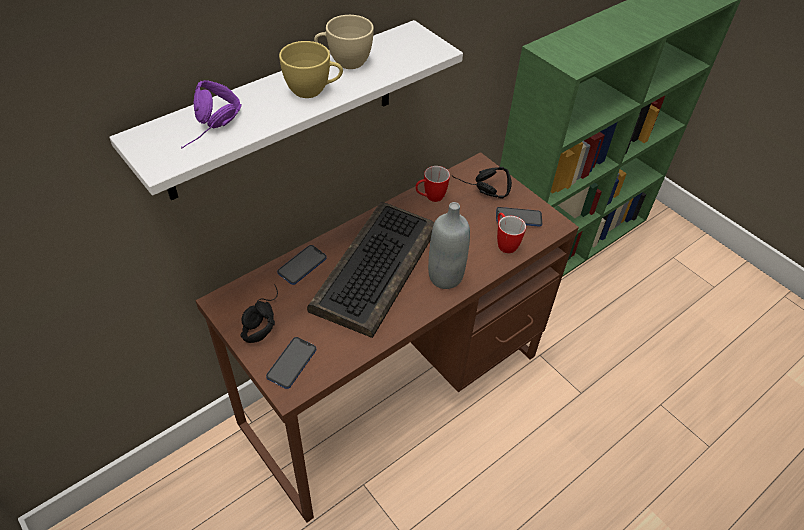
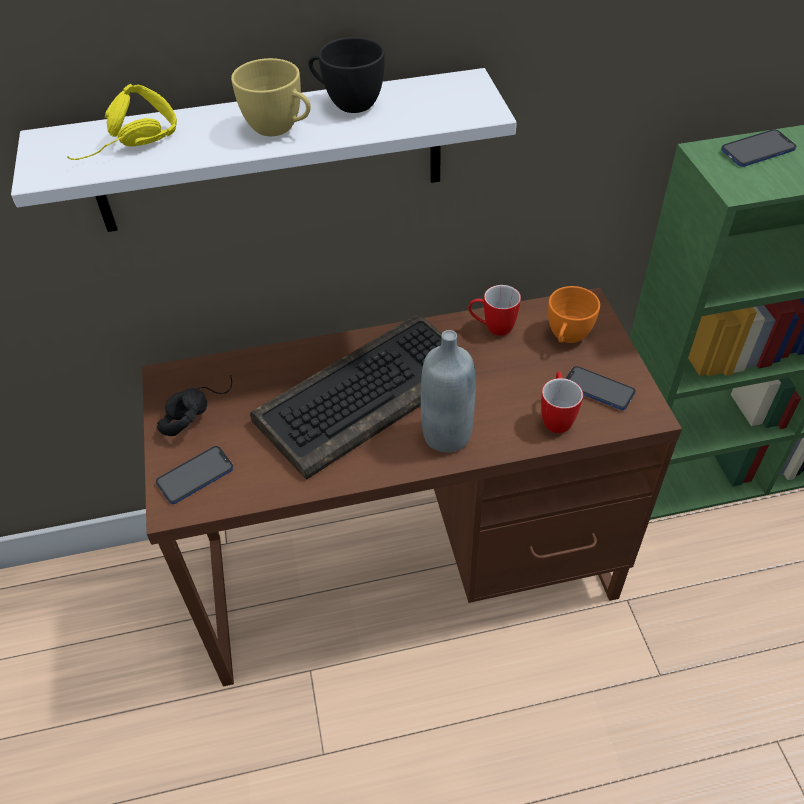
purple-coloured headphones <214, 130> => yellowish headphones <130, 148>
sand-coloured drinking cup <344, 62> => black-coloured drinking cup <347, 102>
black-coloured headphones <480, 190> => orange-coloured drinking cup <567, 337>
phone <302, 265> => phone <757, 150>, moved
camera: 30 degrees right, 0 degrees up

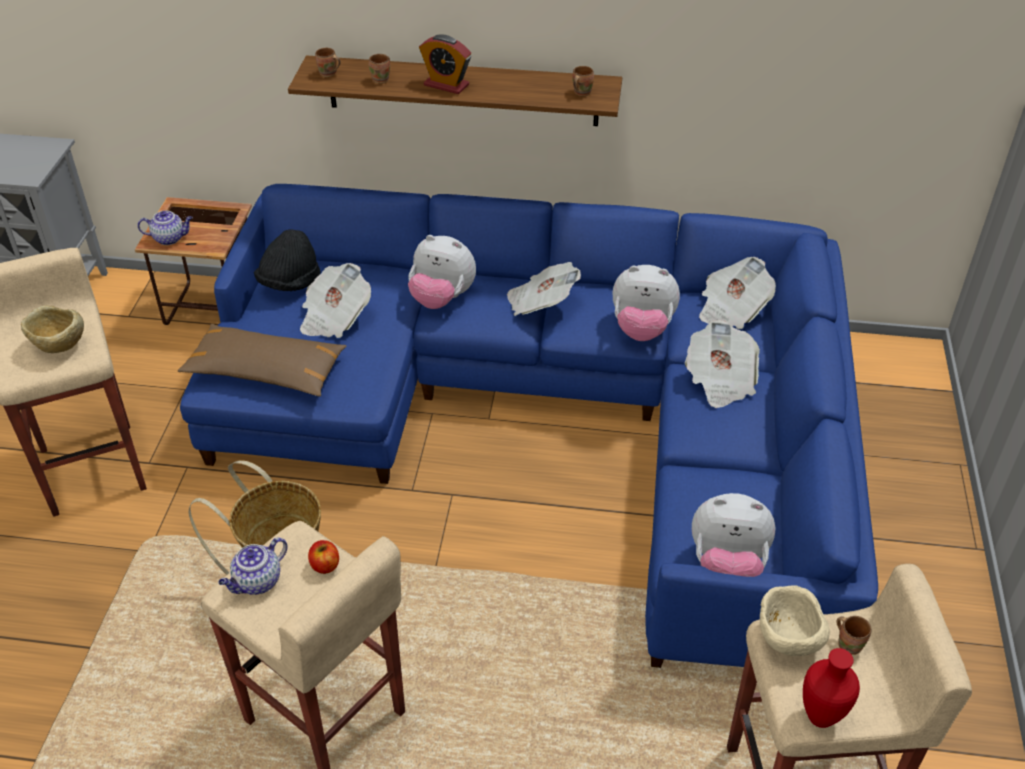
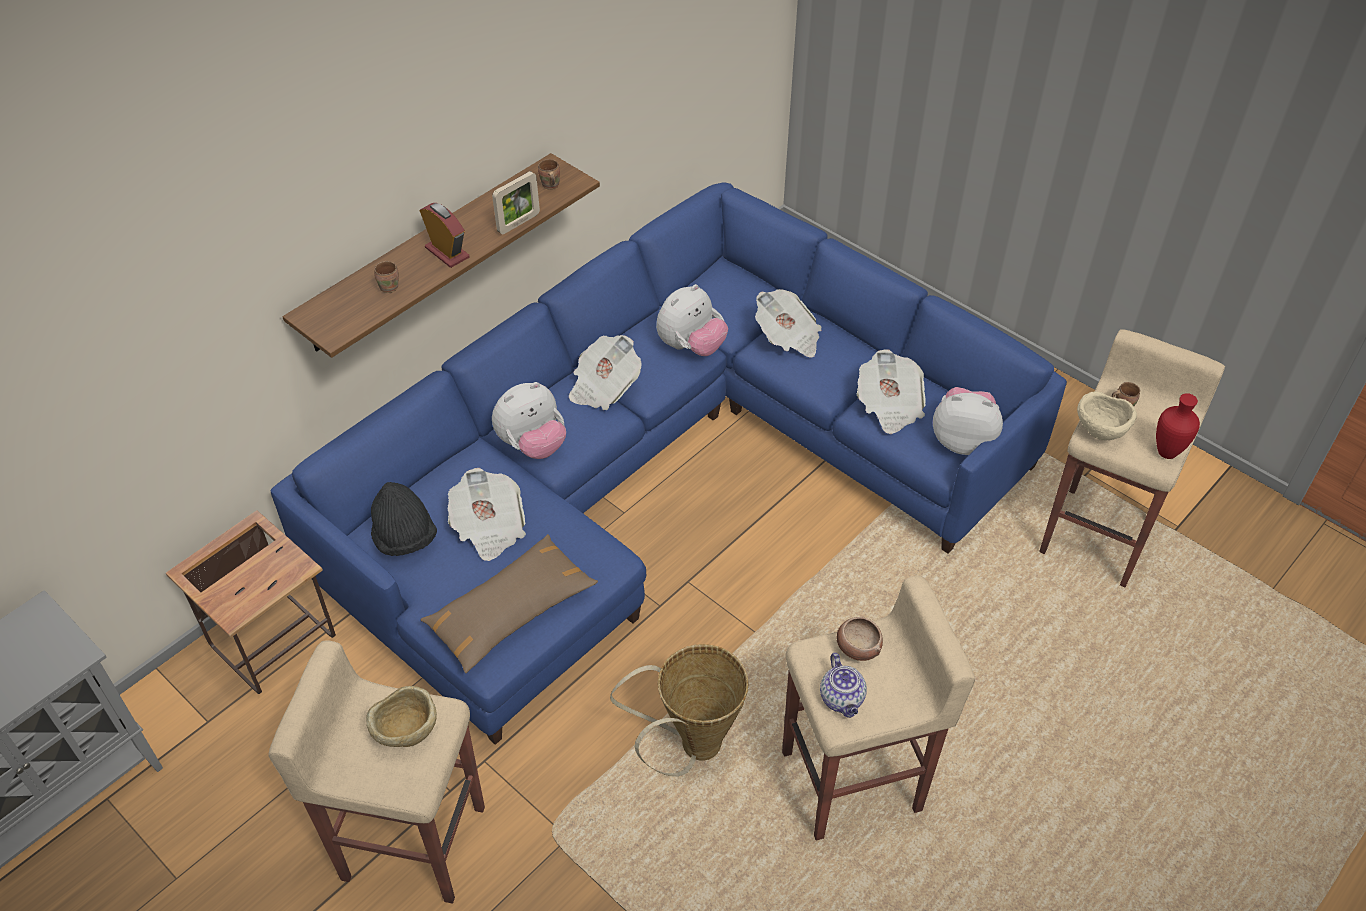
table clock <446, 85> => table clock <447, 253>, 105 degrees counterclockwise
nothing => standing frame <518, 223>
apple <325, 565> => bowl <857, 647>
printed paper <731, 309> => printed paper <889, 406>, moved
plush toy <727, 566> => plush toy <962, 440>, 120 degrees counterclockwise
pot for tea <170, 238> => nothing
brownish tea mug <328, 74> => nothing
camera: 55 degrees left, 5 degrees up

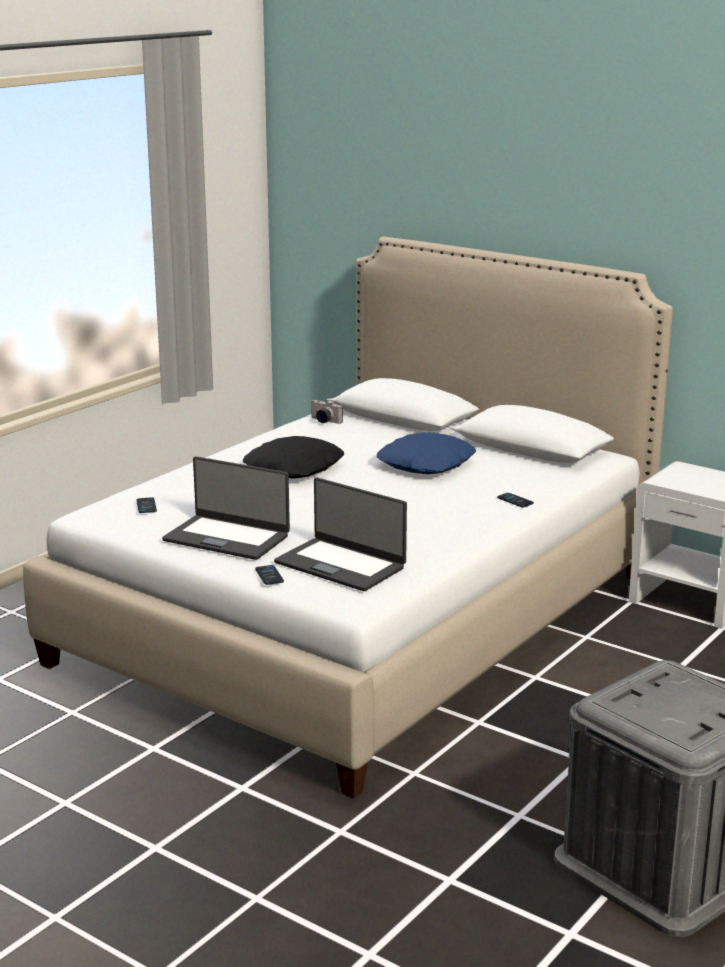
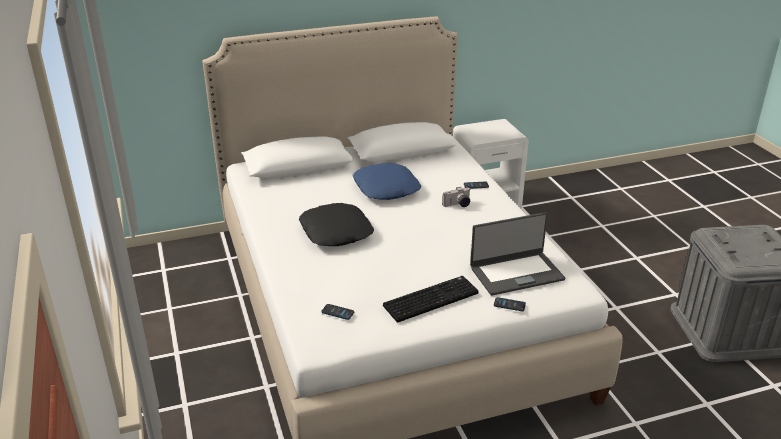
notebook computer <227, 537> => keyboard <431, 299>
photo camera <323, 421> => photo camera <457, 205>, moved
camera: 55 degrees left, 10 degrees up

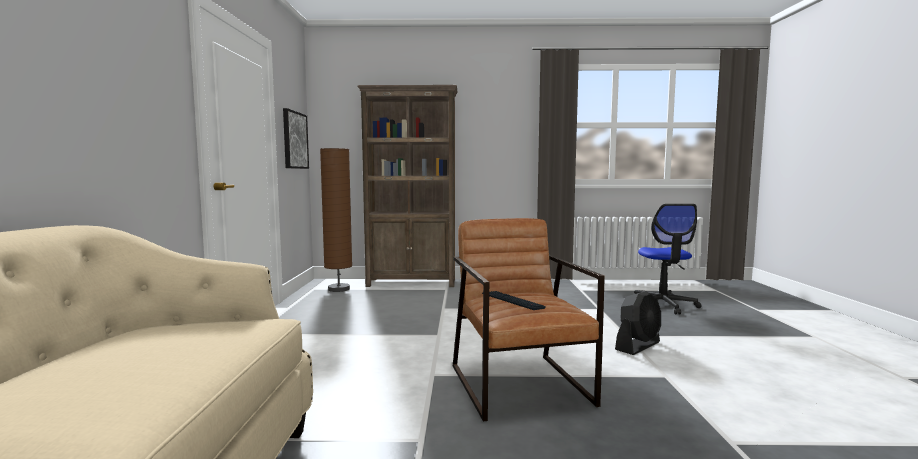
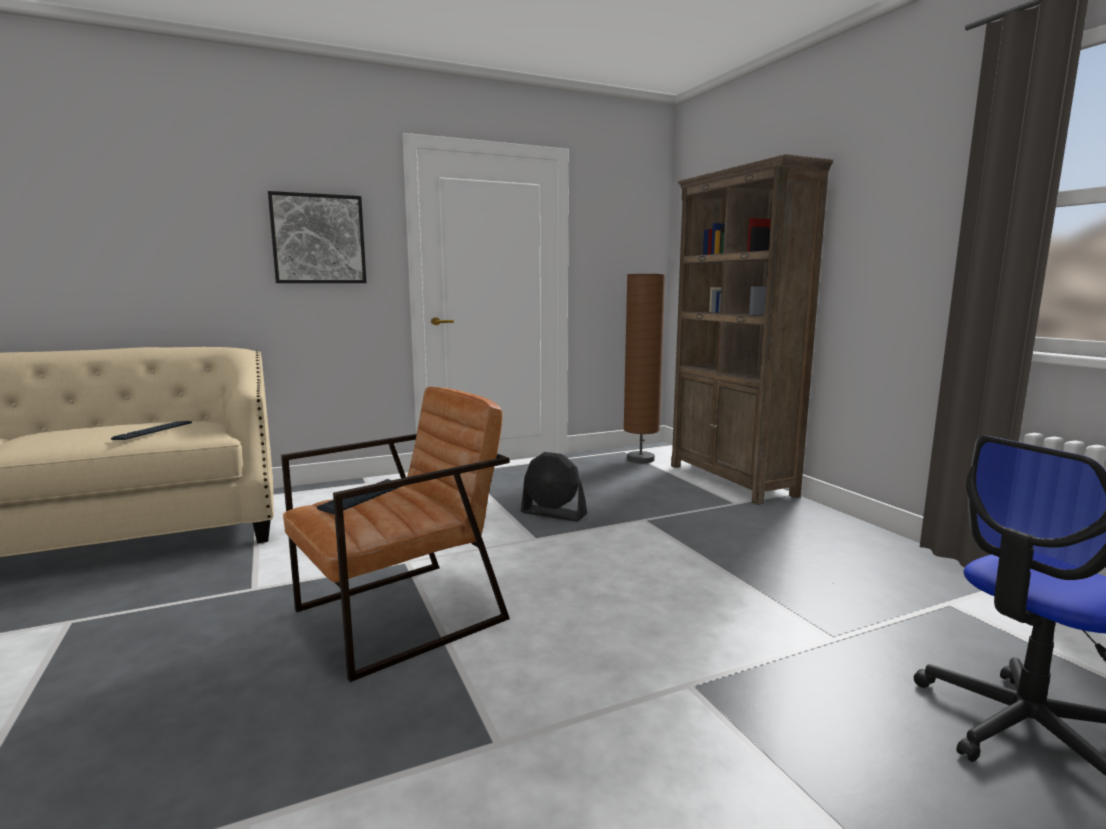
nothing => keyboard <153, 431>
picture <294, 140> => picture <318, 239>, moved
black-coloured fan <638, 346> => black-coloured fan <553, 513>, moved
camera: 65 degrees right, 5 degrees up

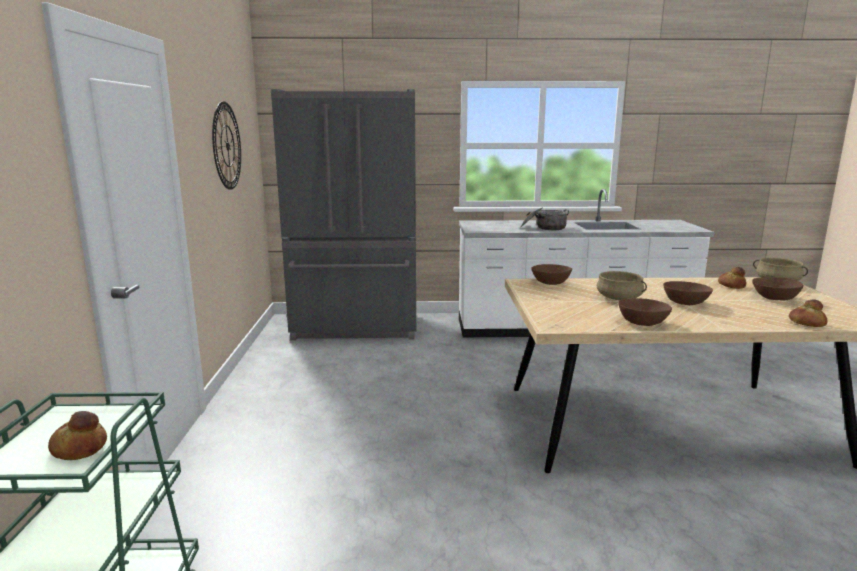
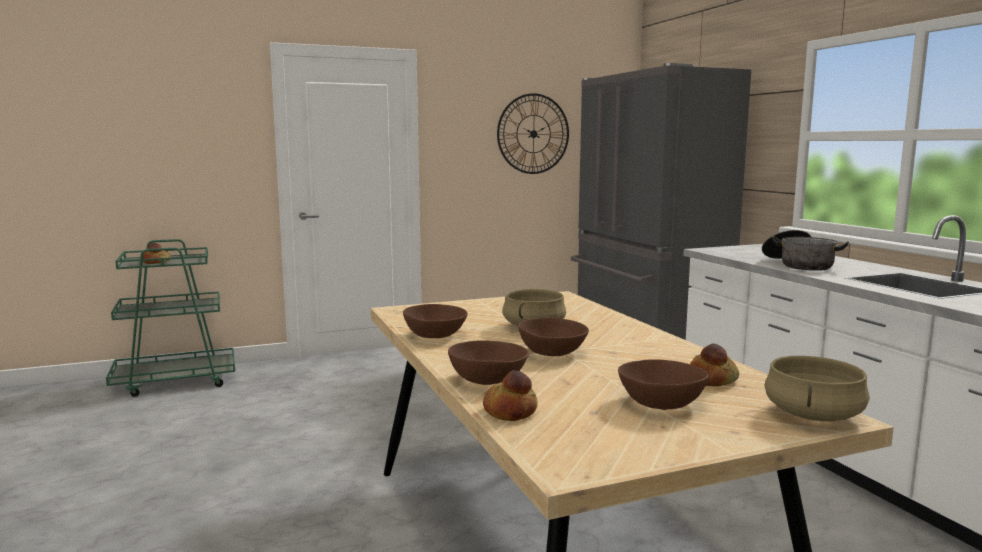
brownish bowl <550, 283> => brownish bowl <488, 379>, moved
camera: 70 degrees right, 5 degrees down

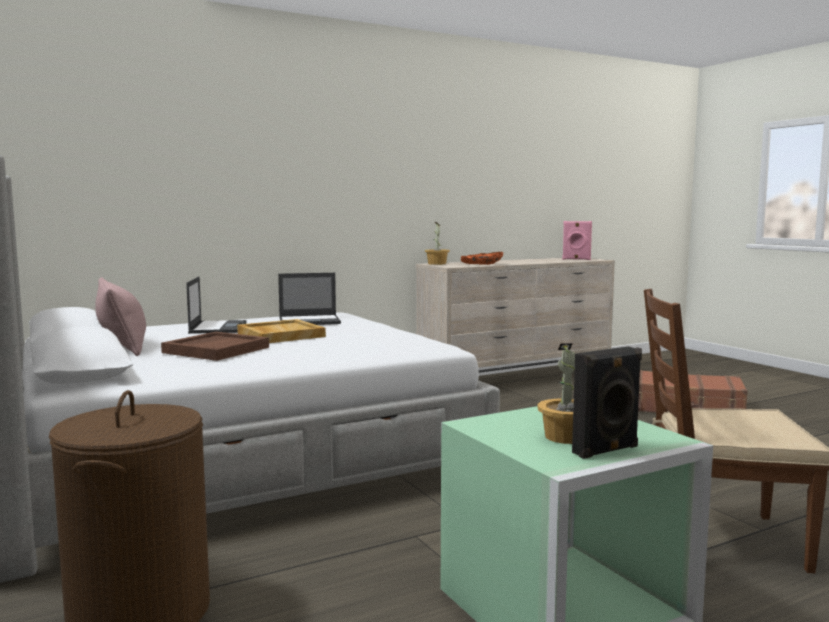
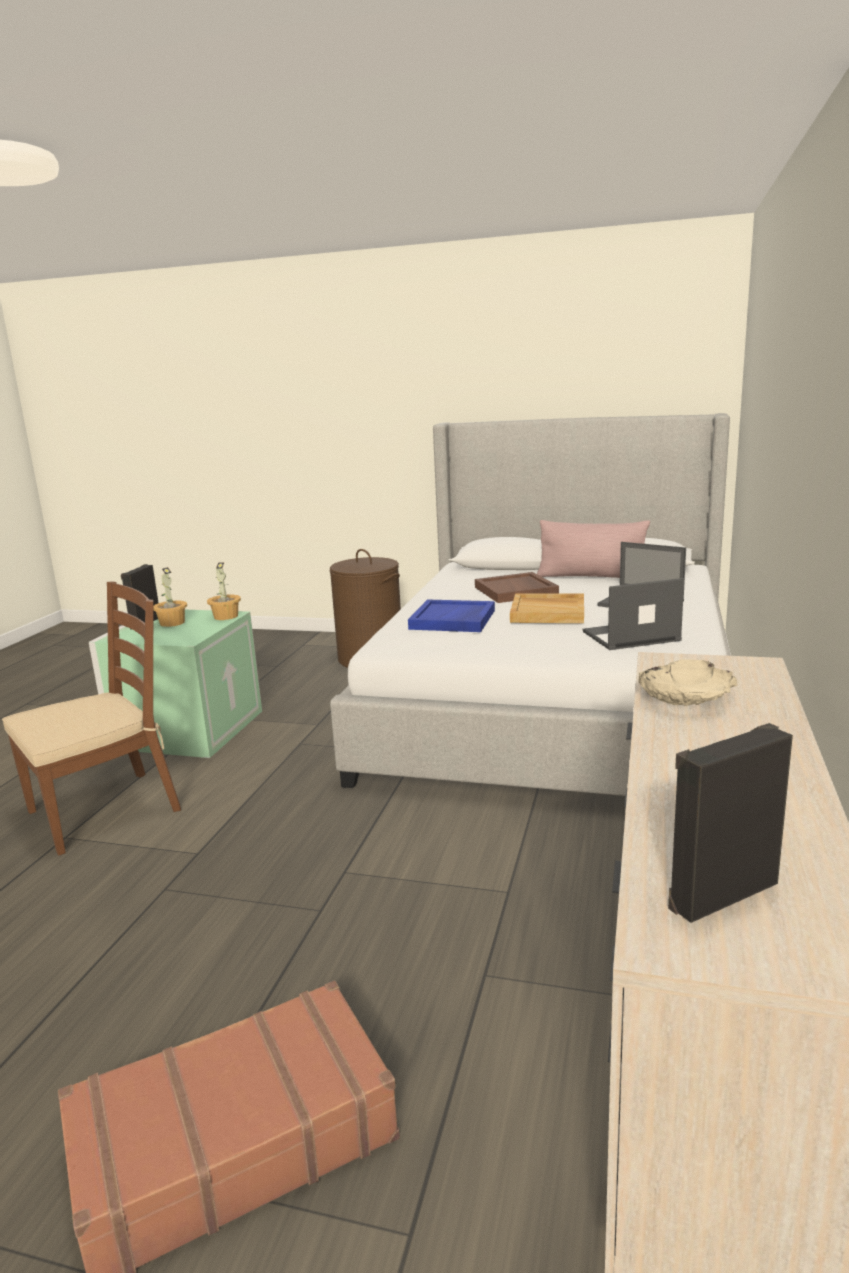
houseplant <436, 264> => houseplant <226, 616>, moved
nothing => blue serving tray <453, 620>
notebook computer <310, 321> => notebook computer <630, 636>, 45 degrees clockwise
orange-coloured bowl <482, 264> => sand-coloured bowl <686, 698>
pink-coloured audio speaker <576, 259> => black-coloured audio speaker <720, 893>
camera: 135 degrees right, 10 degrees up

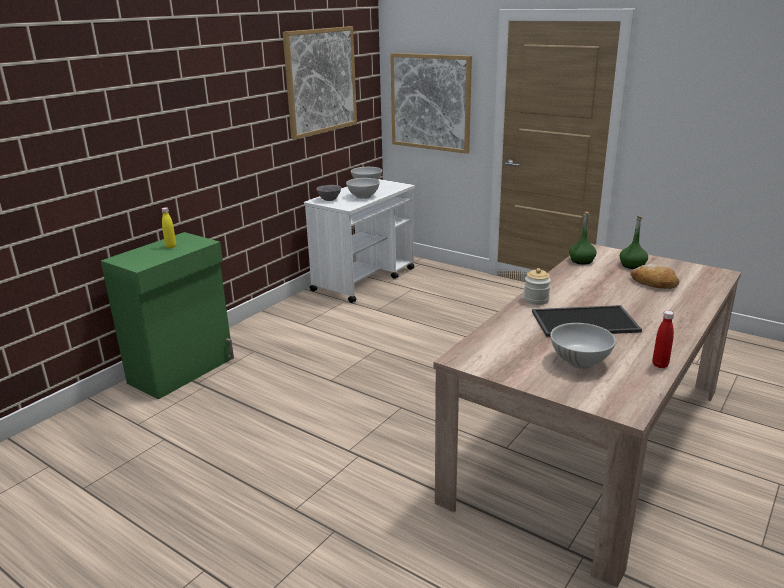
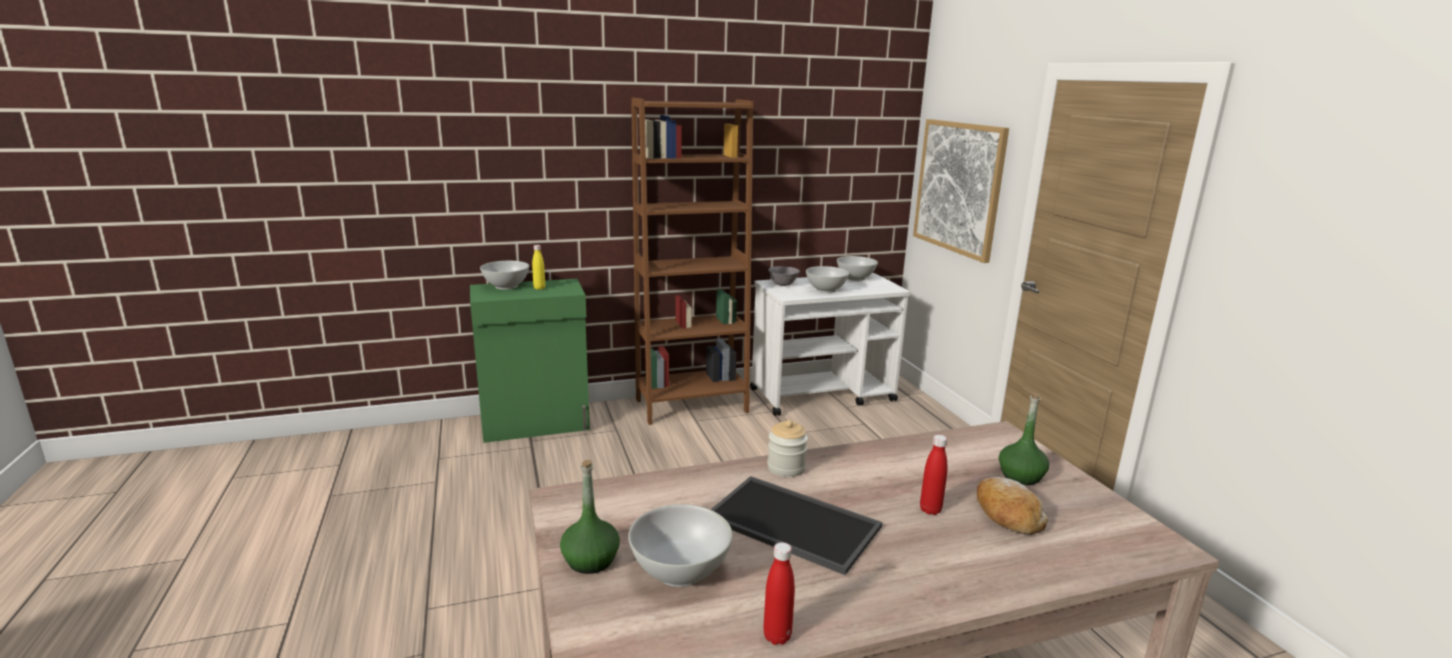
nothing => whitish bowl <506, 286>
greenish drink bottle <581, 261> => greenish drink bottle <590, 560>, moved
nothing => brownish shelving unit <691, 406>
nothing => reddish drink bottle <930, 510>
picture <321, 81> => nothing
camera: 35 degrees right, 5 degrees down

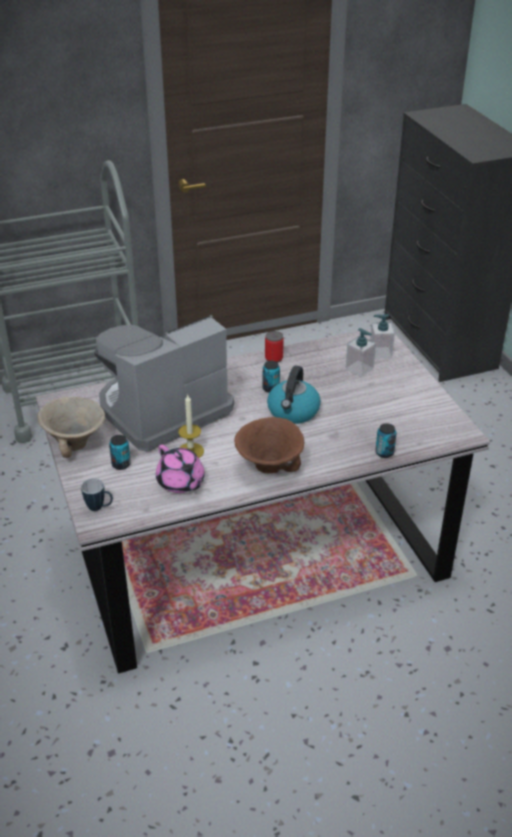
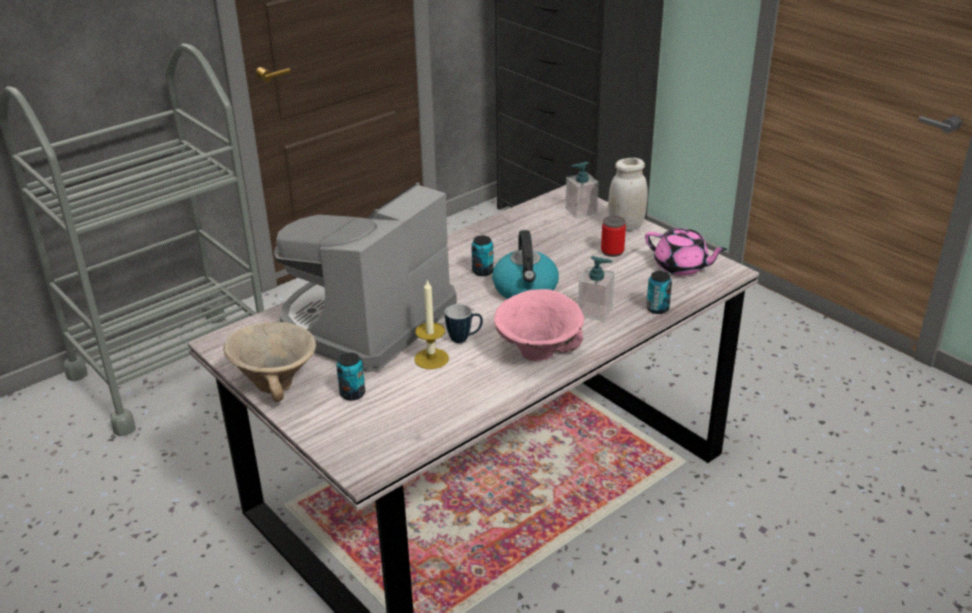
tea mug <99, 508> => tea mug <464, 339>, moved
brownish bowl <268, 468> => pink-coloured bowl <537, 354>
soap dispenser <359, 368> => soap dispenser <595, 311>, moved
can <274, 358> => can <612, 251>, moved
nothing => whitish storage jar <626, 226>
pink-coloured pot for tea <181, 482> => pink-coloured pot for tea <681, 267>, moved
camera: 20 degrees left, 5 degrees down

